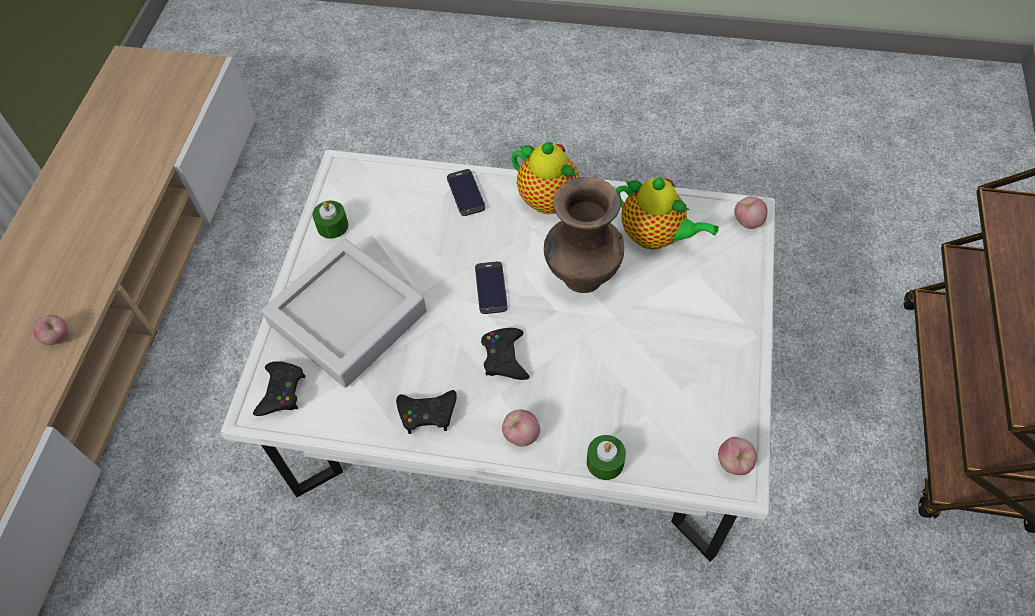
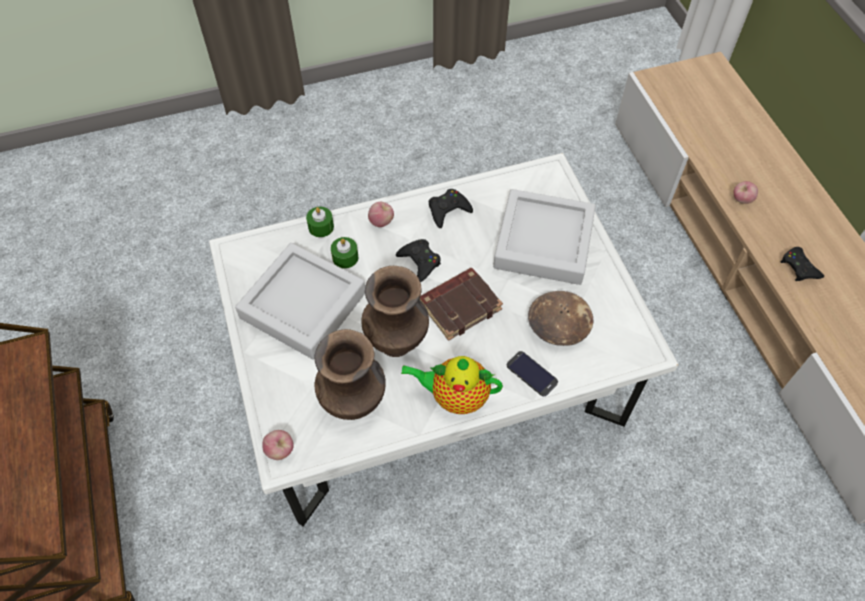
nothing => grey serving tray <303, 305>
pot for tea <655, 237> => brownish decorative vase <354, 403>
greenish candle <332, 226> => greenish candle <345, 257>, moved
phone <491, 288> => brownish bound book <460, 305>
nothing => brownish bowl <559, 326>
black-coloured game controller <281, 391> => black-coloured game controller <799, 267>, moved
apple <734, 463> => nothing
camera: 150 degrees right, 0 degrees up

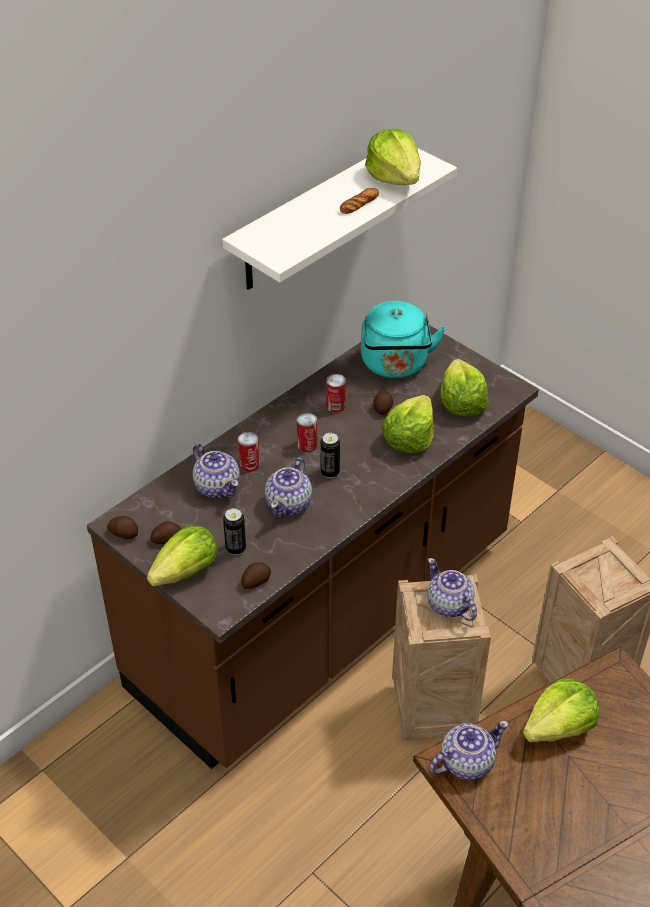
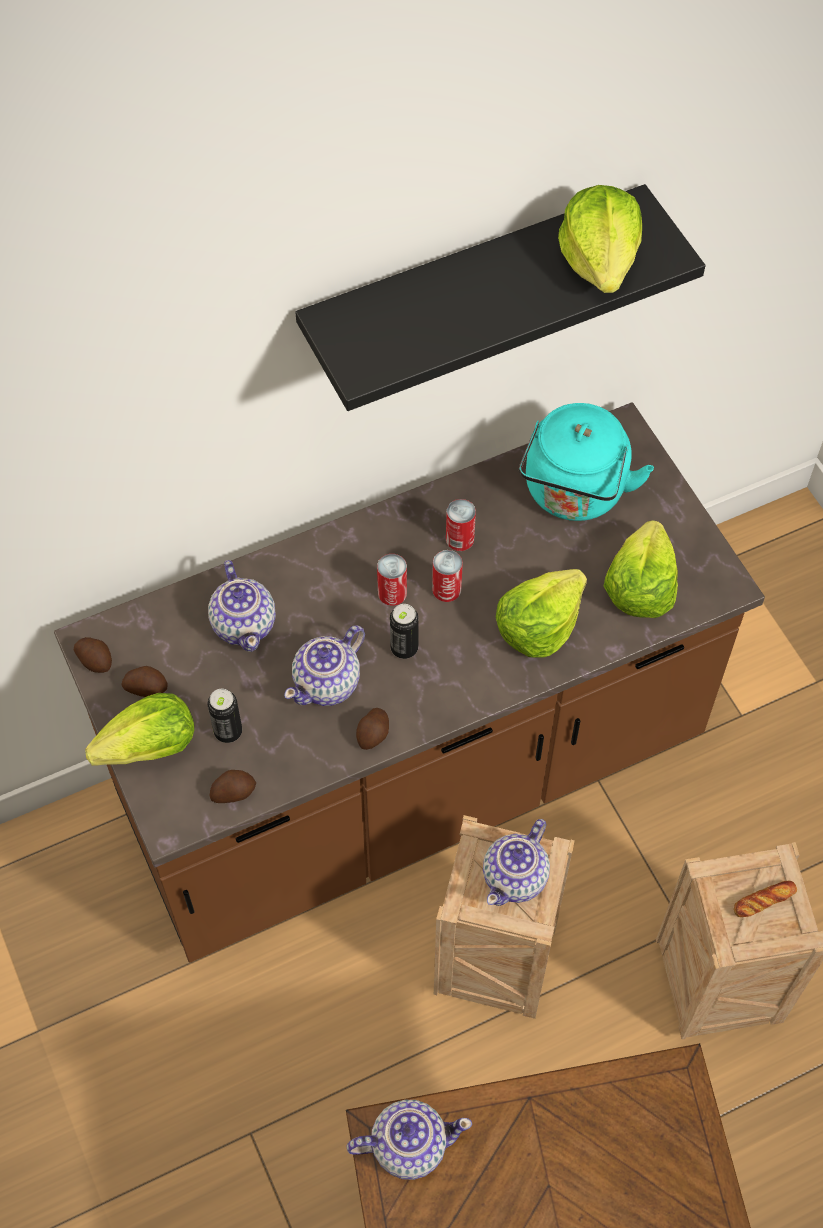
whitish wall shelf <315, 217> => black-coloured wall shelf <472, 284>
potato <383, 407> => potato <374, 734>, moved
can <249, 464> => can <446, 589>, moved
pot for tea <449, 605> => pot for tea <516, 877>, 135 degrees counterclockwise
baked bread <359, 204> => baked bread <764, 900>, moved
lettuce head <559, 727> => nothing
camera: 20 degrees right, 15 degrees up

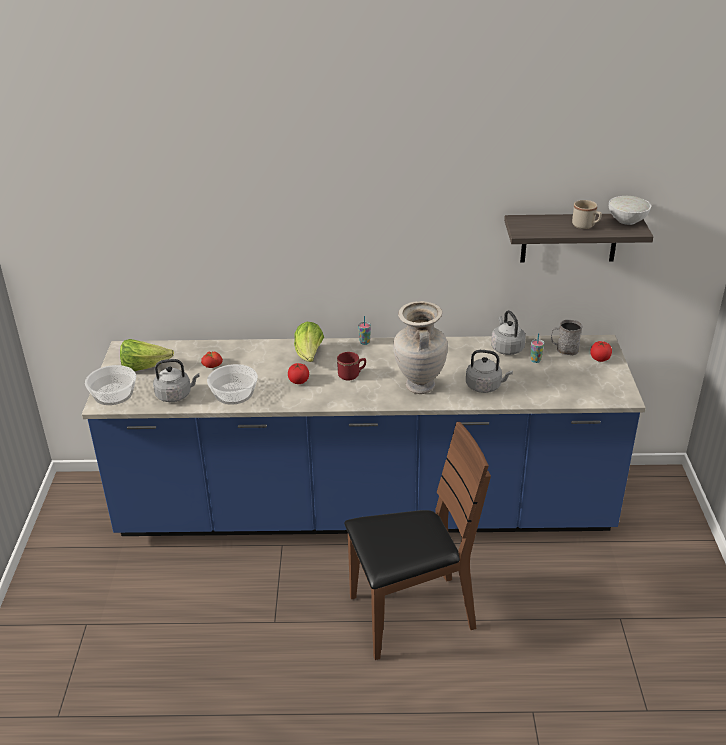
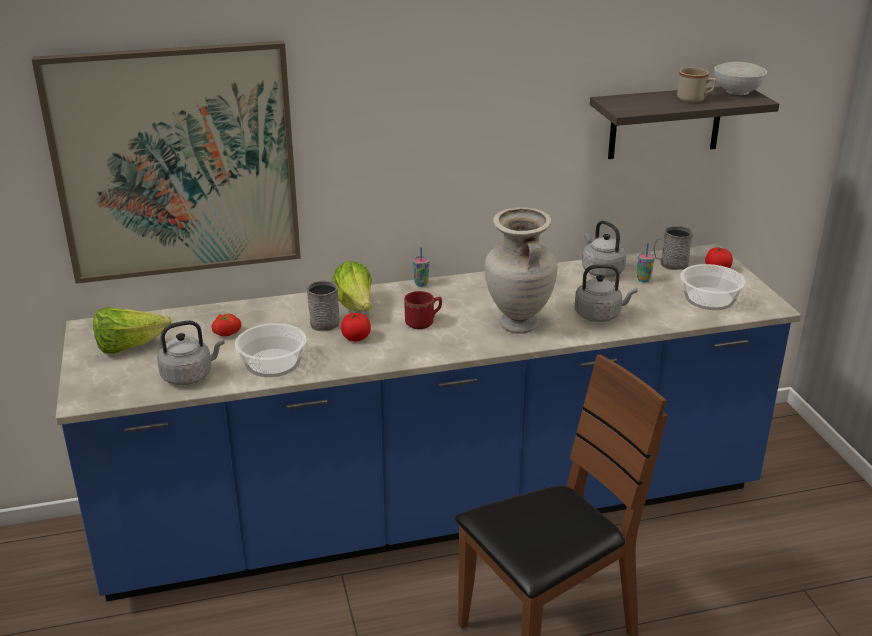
nothing => picture <176, 163>
nothing => grey tea mug <324, 321>
bowl <113, 393> => bowl <709, 298>, moved
camera: 15 degrees left, 5 degrees down

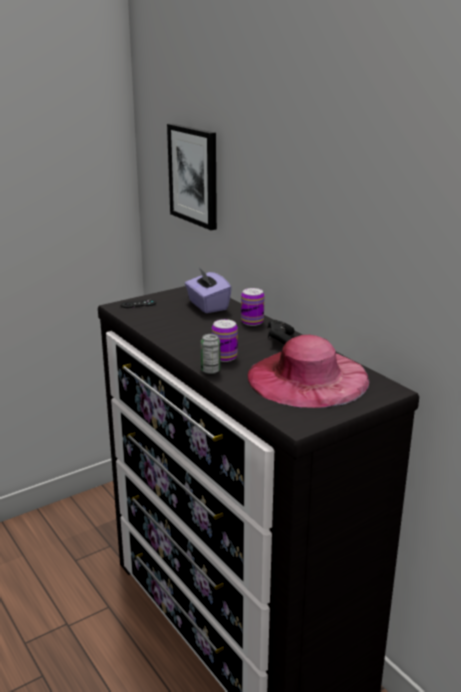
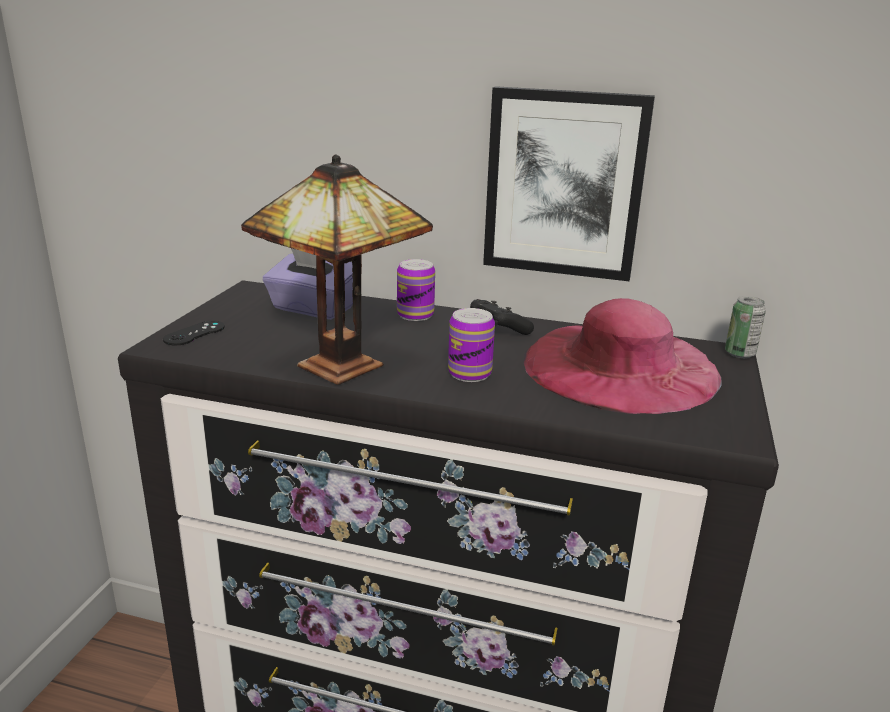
nothing => lamp for a table <342, 363>
picture <194, 175> => picture <564, 184>, moved
can <210, 370> => can <740, 353>, moved
camera: 40 degrees left, 0 degrees up

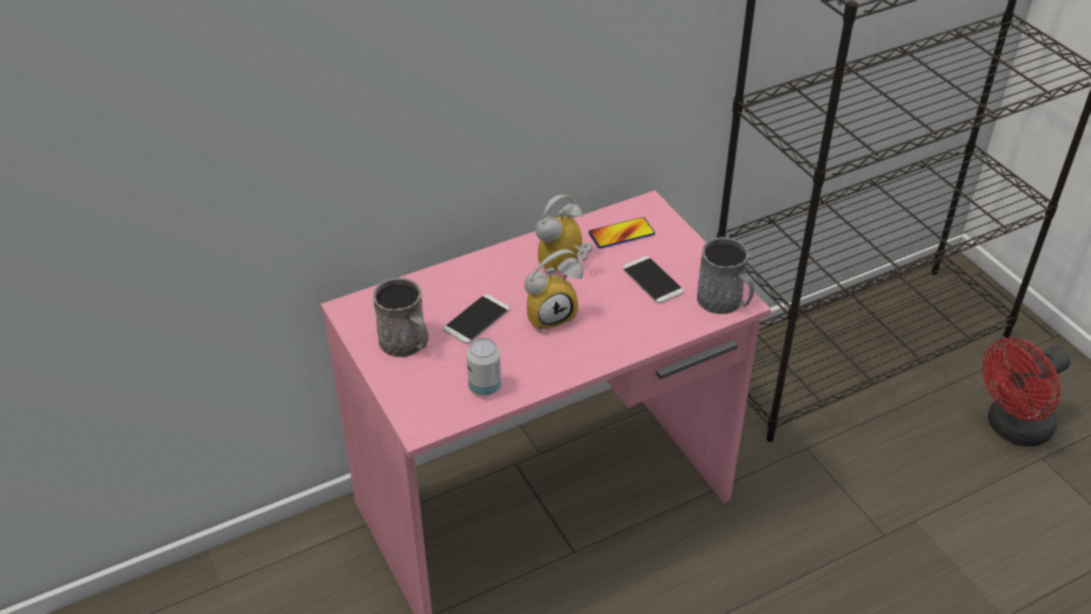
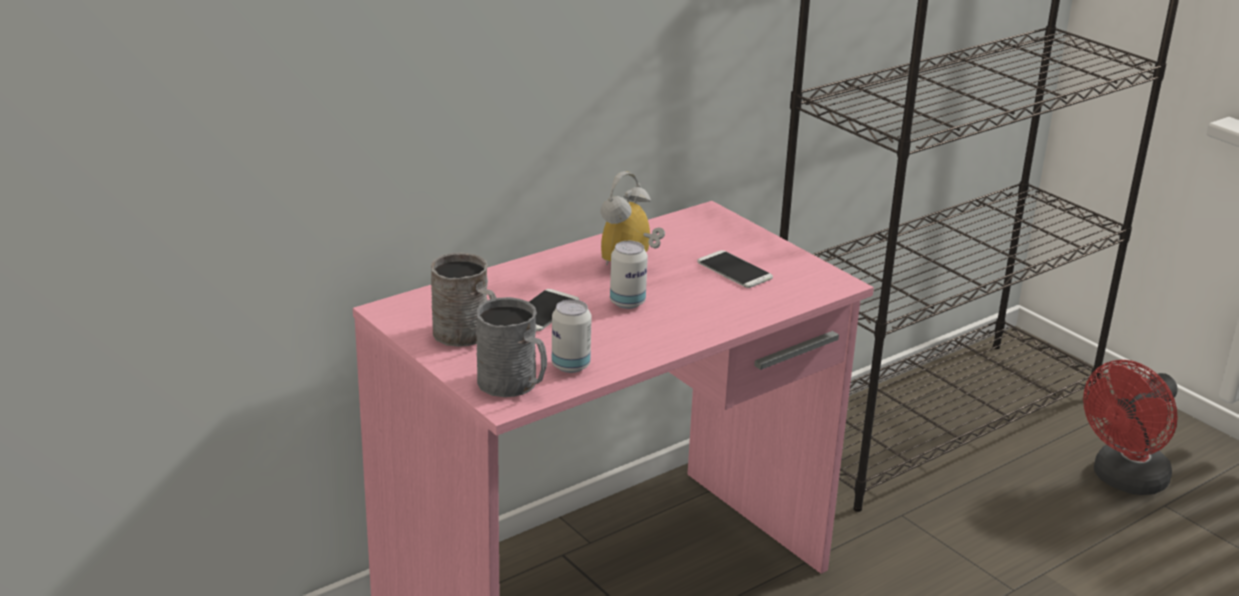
grey tea mug <724, 302> => grey tea mug <513, 384>, moved
table clock <550, 314> => can <627, 303>
phone <621, 234> => nothing
camera: 10 degrees left, 15 degrees down

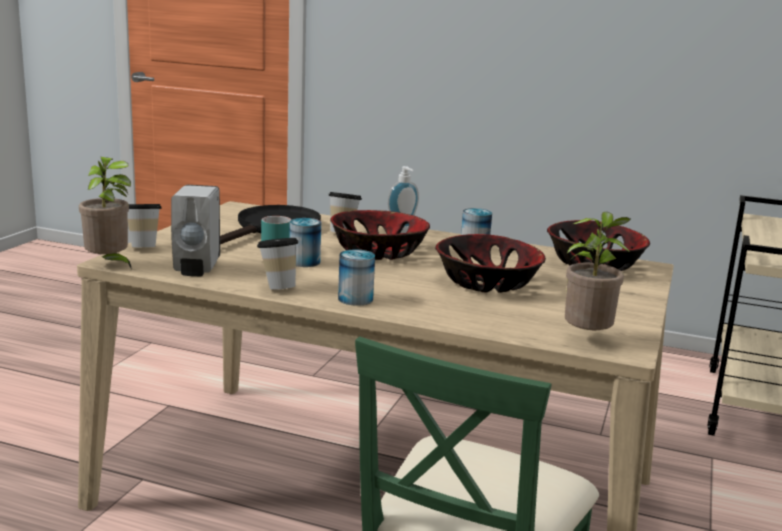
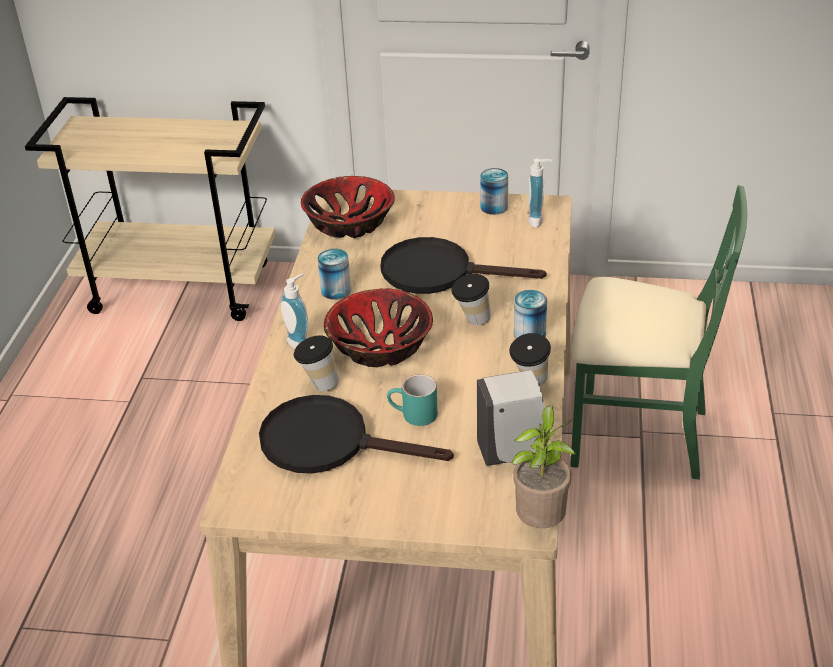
bowl <488, 283> => black-coloured skillet <439, 272>
drinking cup <144, 246> => drinking cup <471, 321>, moved
can <304, 262> => can <494, 207>, moved
houseplant <588, 339> => soap dispenser <538, 220>
camera: 100 degrees left, 20 degrees up

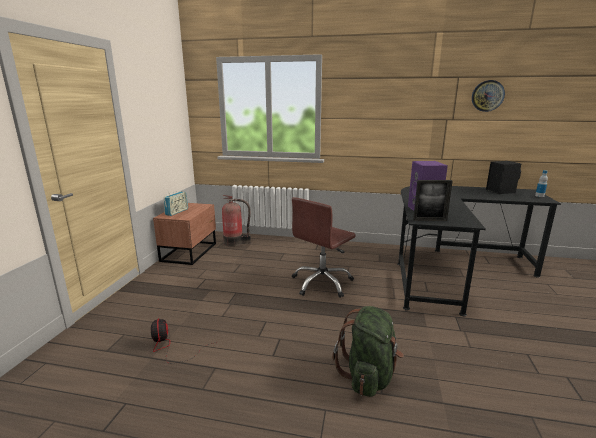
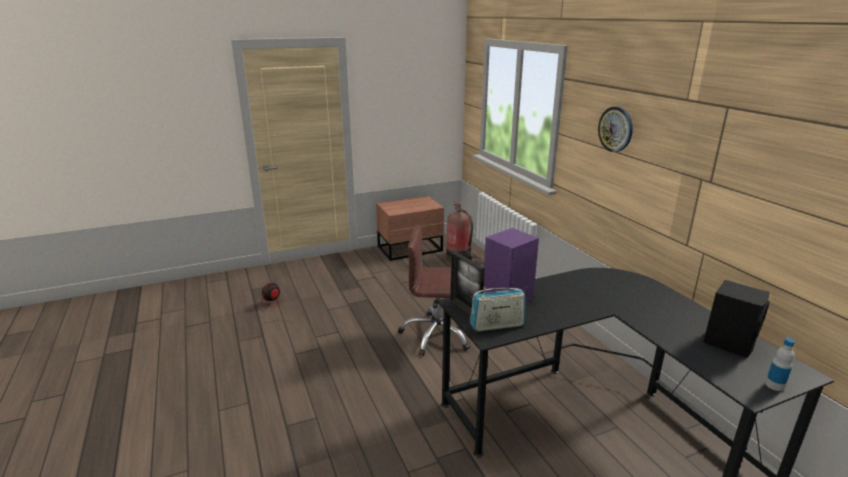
radio <177, 212> => radio <497, 325>, moved
clock on the wall <487, 96> => clock on the wall <616, 129>, moved
greenish backpack <368, 376> => nothing
camera: 55 degrees right, 5 degrees up

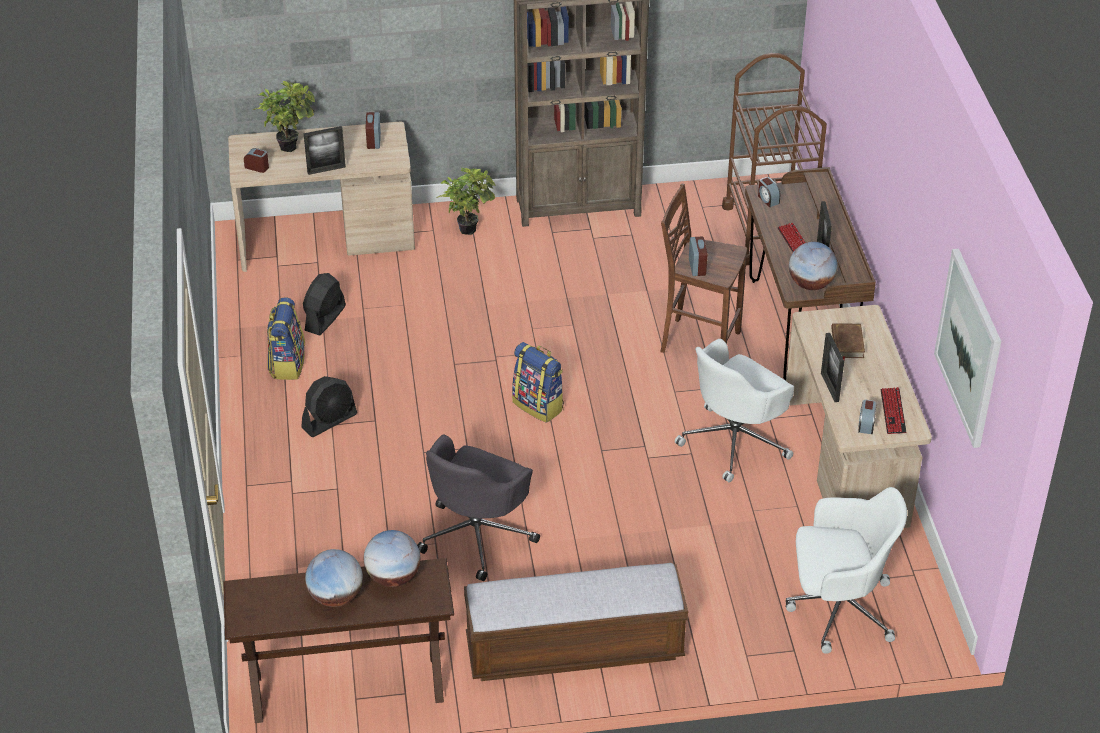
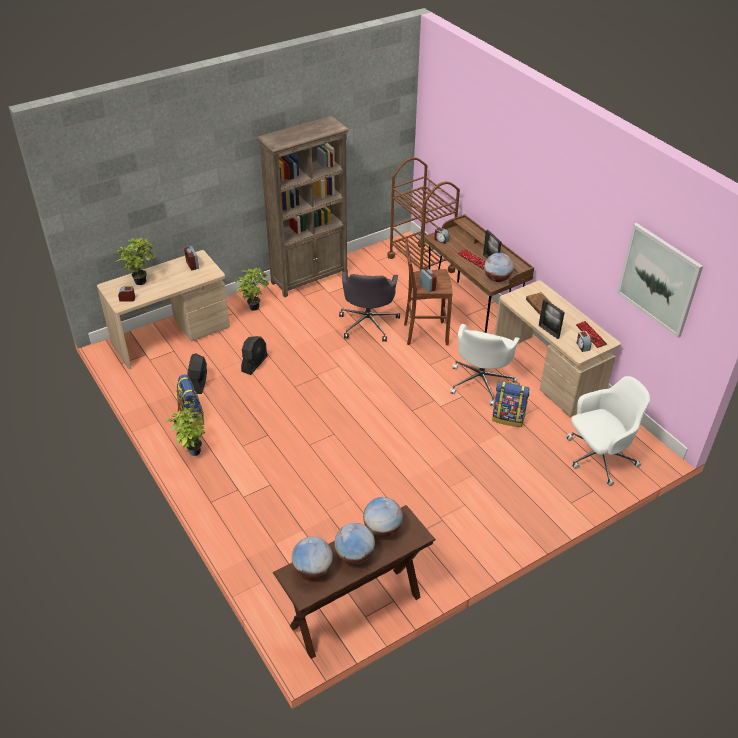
nothing => houseplant <191, 450>
black-coloured fan <329, 421> => black-coloured fan <254, 363>, moved
nothing => desk globe <313, 569>
grey desk chair <477, 535> => grey desk chair <368, 323>, moved
backpack <539, 405> => backpack <508, 418>, moved
standing frame <326, 170> => nothing
bench <574, 649> => nothing
camera: 25 degrees left, 0 degrees up

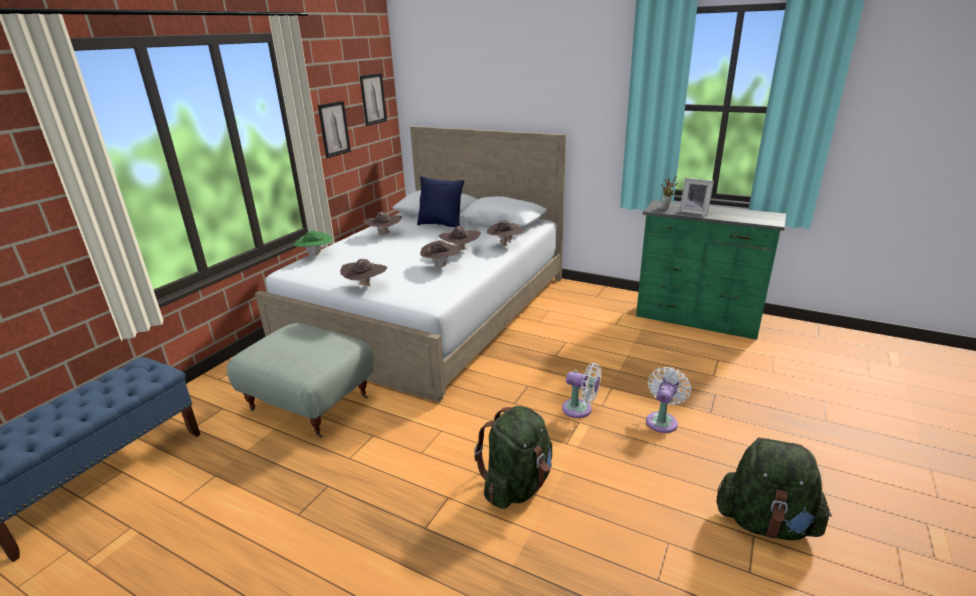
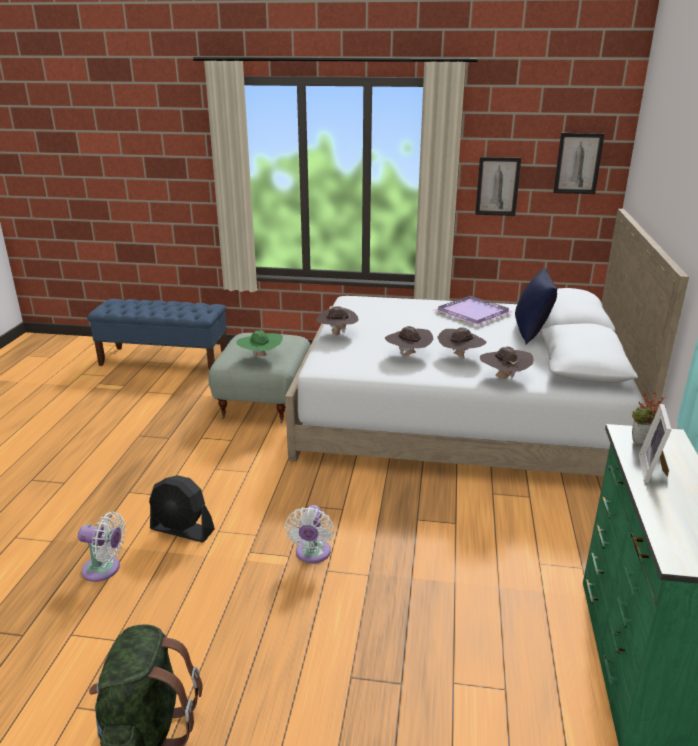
whitish fan <662, 420> => whitish fan <105, 569>, moved
greenish backpack <517, 485> => black-coloured fan <182, 530>
greenish clothing hat <316, 255> => greenish clothing hat <260, 357>, moved
brownish clothing hat <384, 234> => purple-coloured serving tray <471, 313>
camera: 70 degrees right, 0 degrees up

